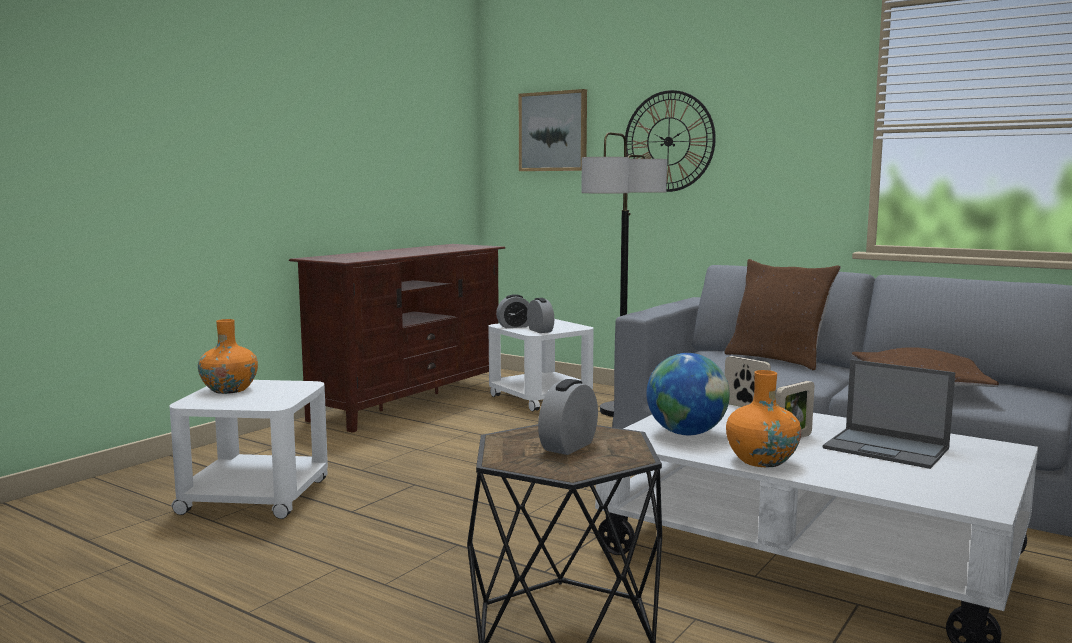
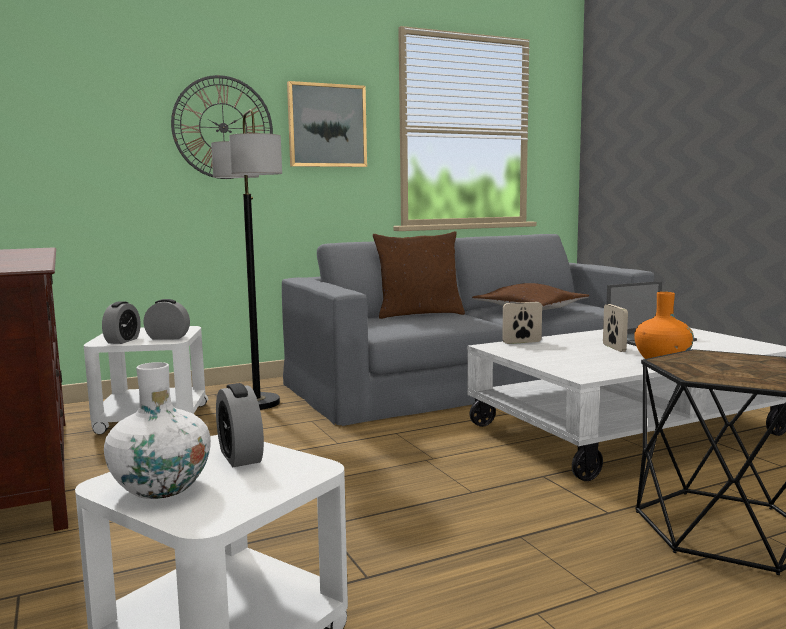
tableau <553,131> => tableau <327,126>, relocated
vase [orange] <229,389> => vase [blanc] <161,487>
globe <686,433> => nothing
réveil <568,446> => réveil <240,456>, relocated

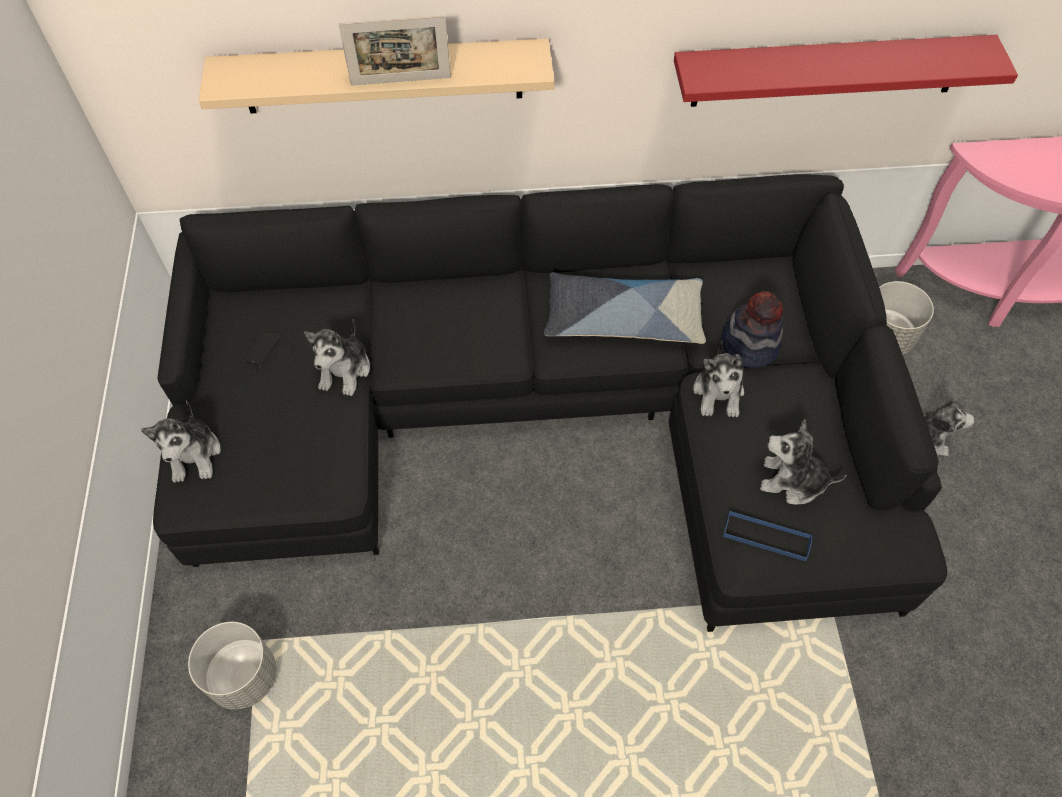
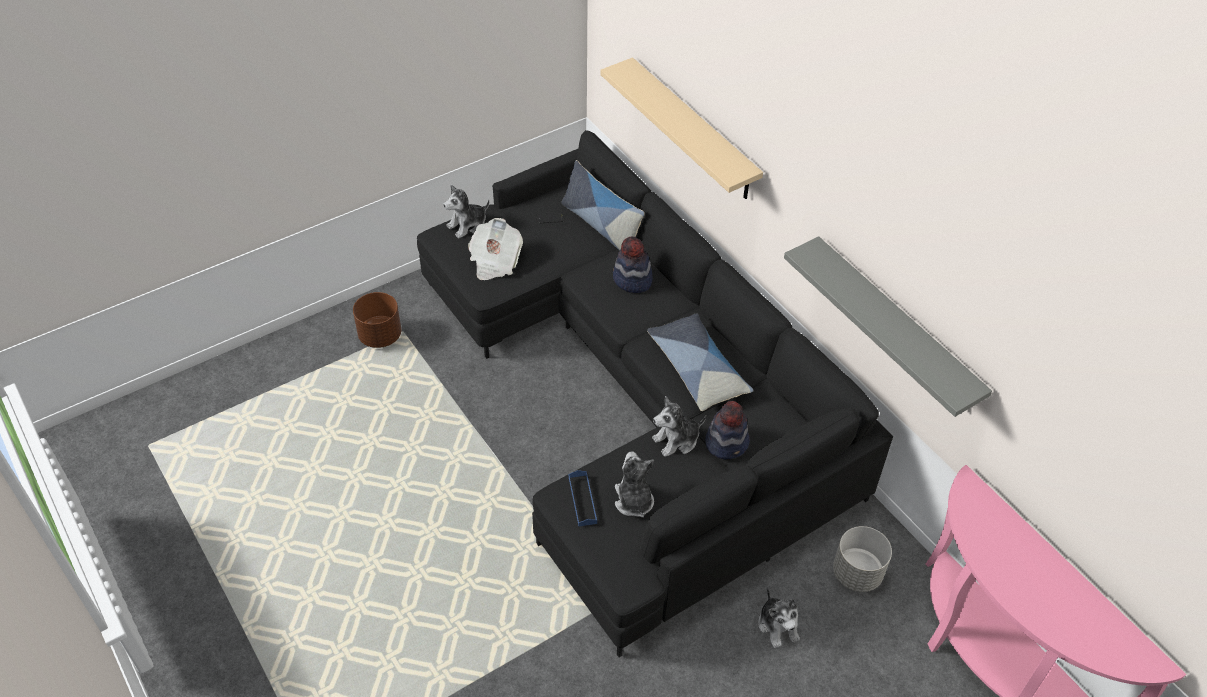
cadre photo <401,81> => nothing
étagère [rouge] <827,71> => étagère [gris] <895,326>
peluche <345,370> => nothing
cache-pot [gris] <243,676> => cache-pot [marron] <380,335>
nothing => coussin <601,226>
nothing => journal <494,261>
nothing => chapeau <632,280>

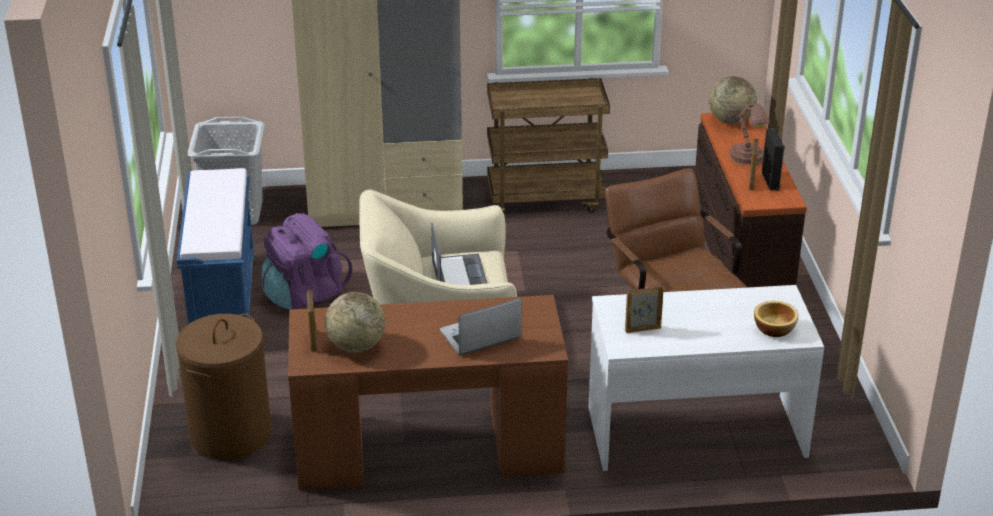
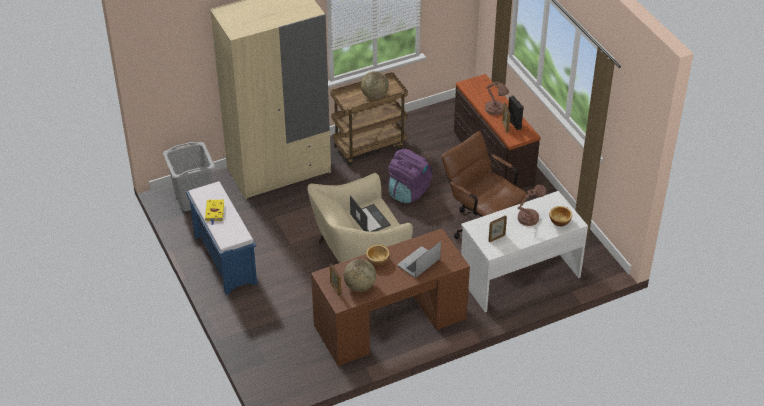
globe <730,121> => globe <374,96>, relocated
sac à dos [violet] <304,294> => sac à dos [violet] <408,192>, relocated
panier à linge [marron] <231,434> => nothing
nothing => lampe de table [marron] <529,217>
nothing => livre [jaune] <215,212>
nothing => bol <378,260>

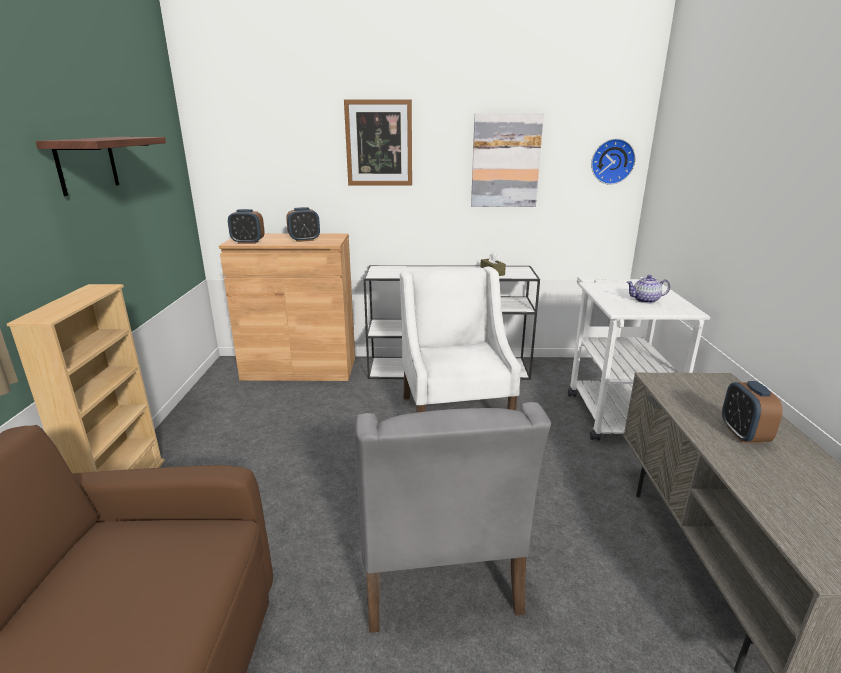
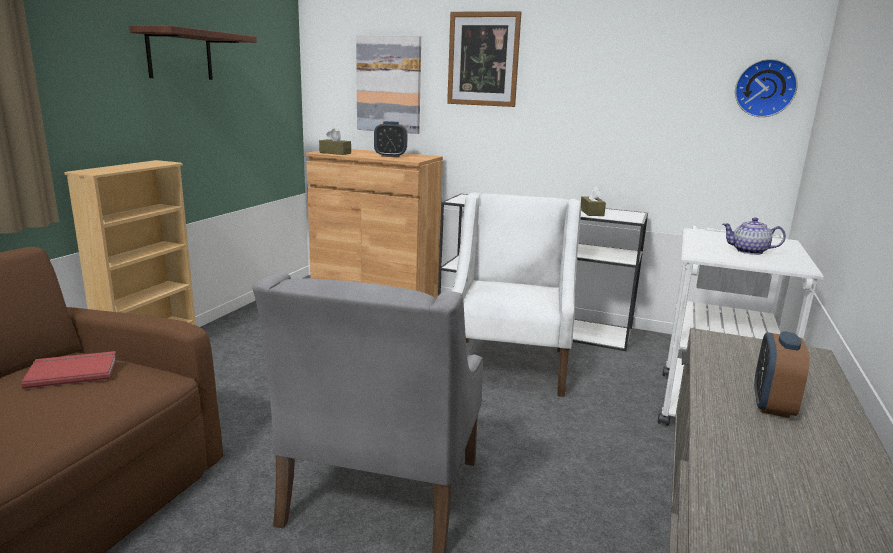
tableau <505,161> => tableau <389,84>, relocated
réveil <248,242> => boîte à mouchoirs [marron] <335,153>
nothing => livre [rouge] <72,371>

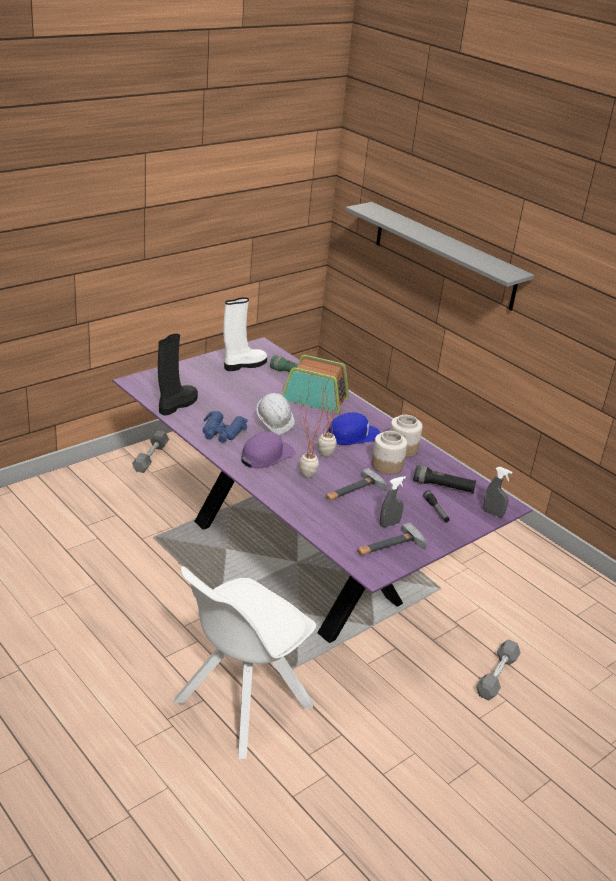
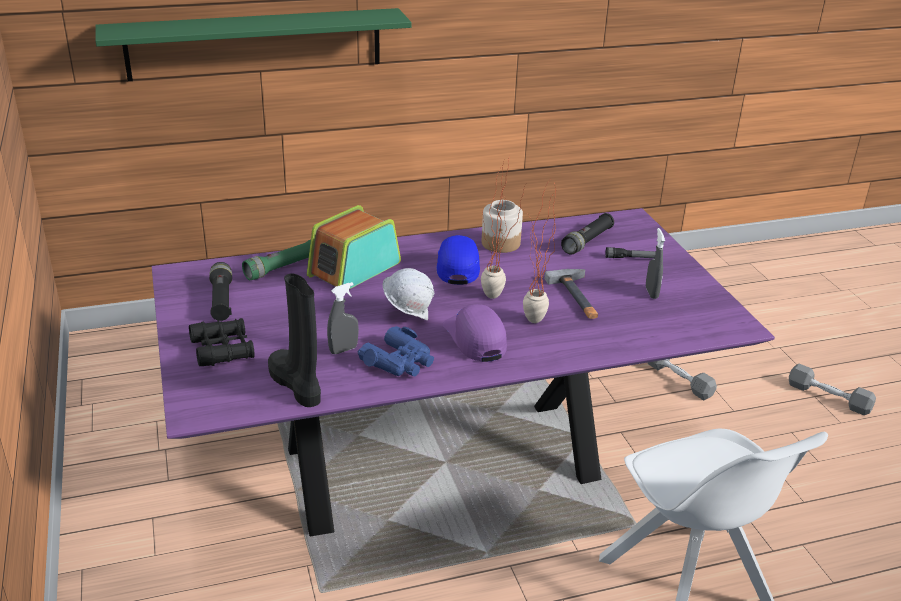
étagère [gris] <444,255> => étagère [vert] <255,44>
botte [blanc] <244,365> => lampe de poche [noir] <221,300>
haltère [gris] <150,458> => haltère [gris] <828,397>, relocated
bocal <386,465> => nothing
vaporisateur [gris] <493,513> => vaporisateur [gris] <343,349>, relocated
marteau <389,547> => nothing
nothing => jumelles [noir] <222,349>

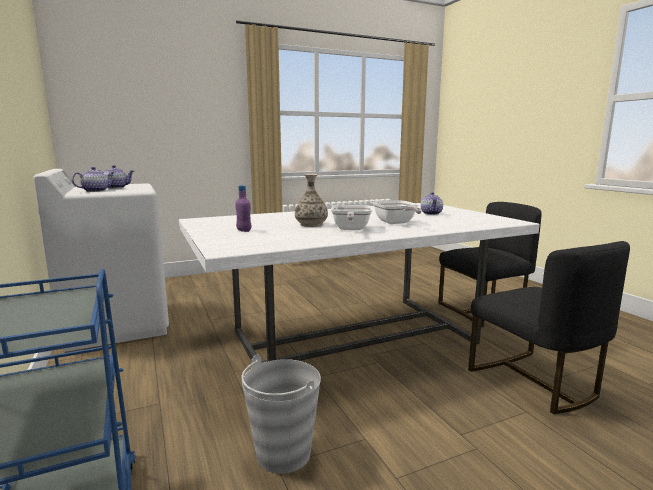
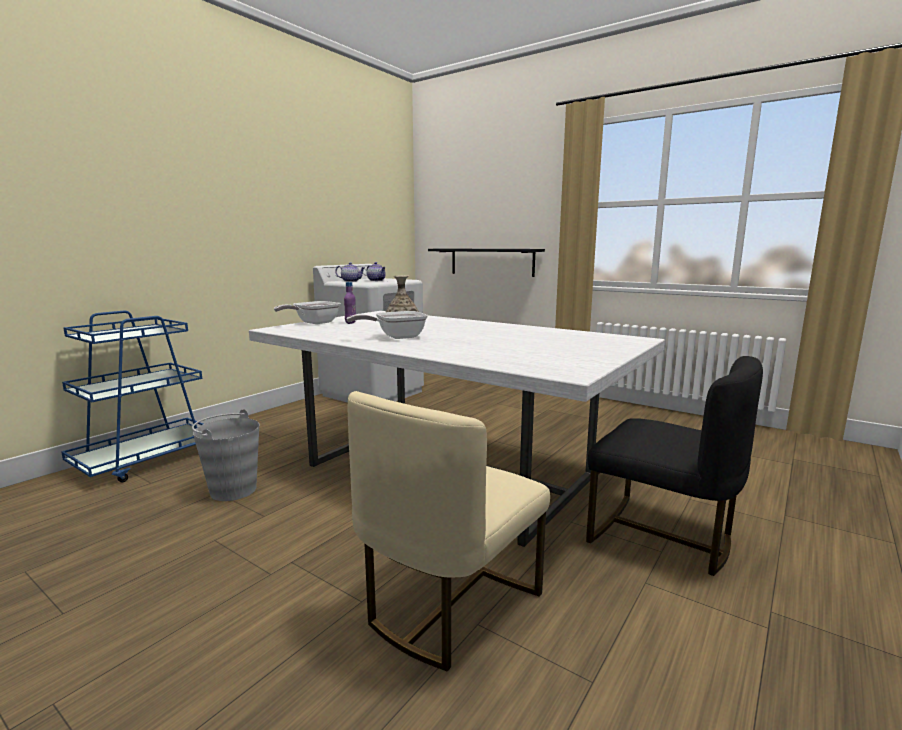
théière <432,213> => nothing
poêle <396,223> => poêle <313,323>, relocated
chaise [noir] <535,382> => chaise [beige] <448,604>
nothing => étagère [noir] <491,262>

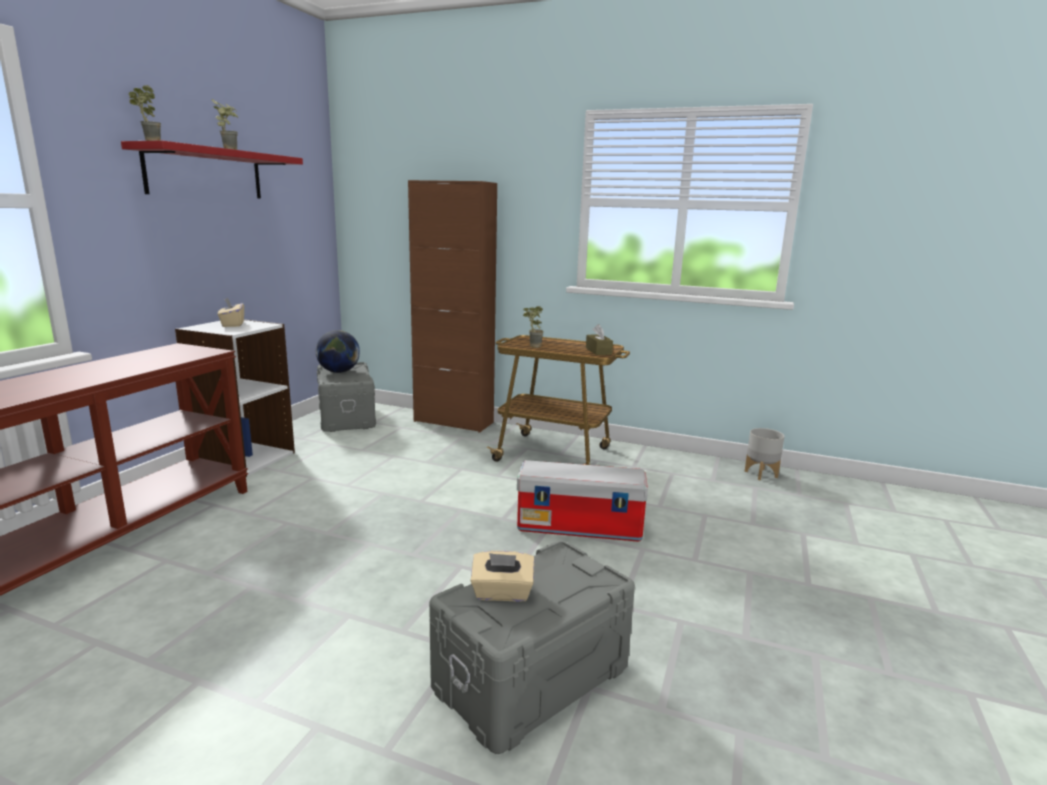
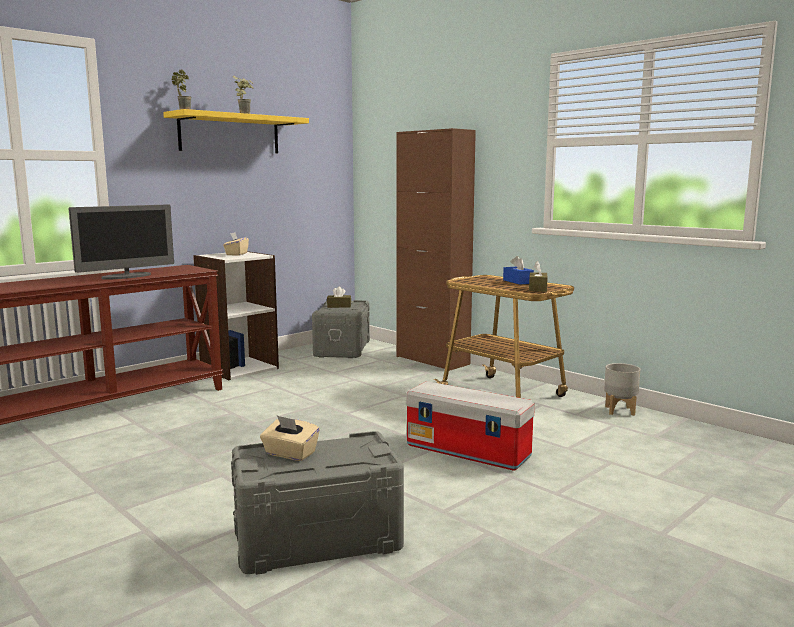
étagère [rouge] <205,173> => étagère [jaune] <230,134>
plante en pot <532,346> => nothing
globe <339,372> => boîte à mouchoirs [marron] <339,306>
cache-pot [gris] <761,474> => cache-pot [gris] <620,411>, relocated
nothing => écran d'ordinateur <127,276>
nothing => boîte à mouchoirs [bleu] <518,281>

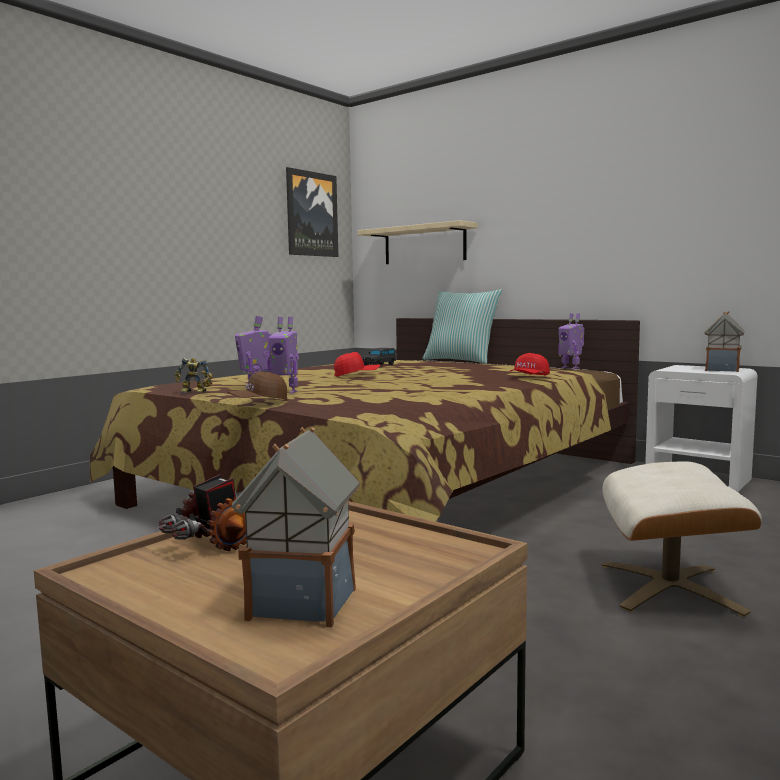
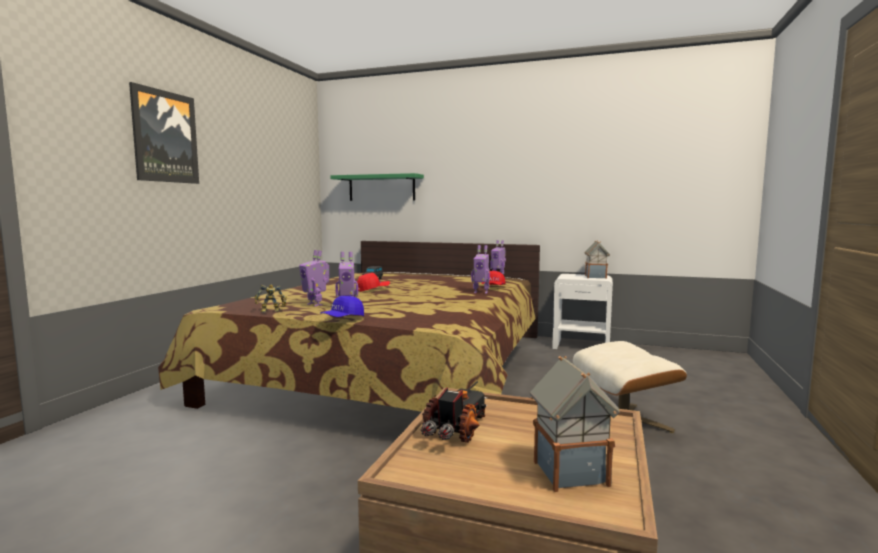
tableau <311,214> => tableau <164,137>, relocated
étagère [beige] <424,245> => étagère [vert] <381,188>
coussin <461,361> => nothing
casquette [marron] <258,402> => casquette [bleu] <343,318>
nothing => robot jouet <481,292>

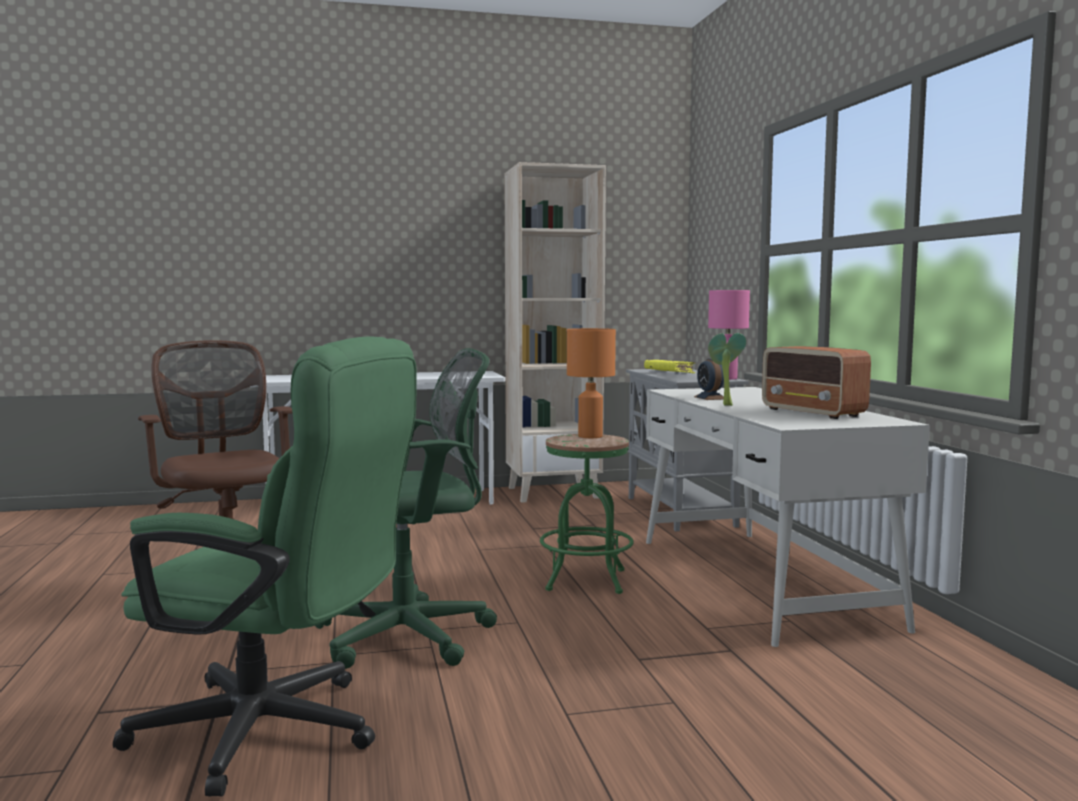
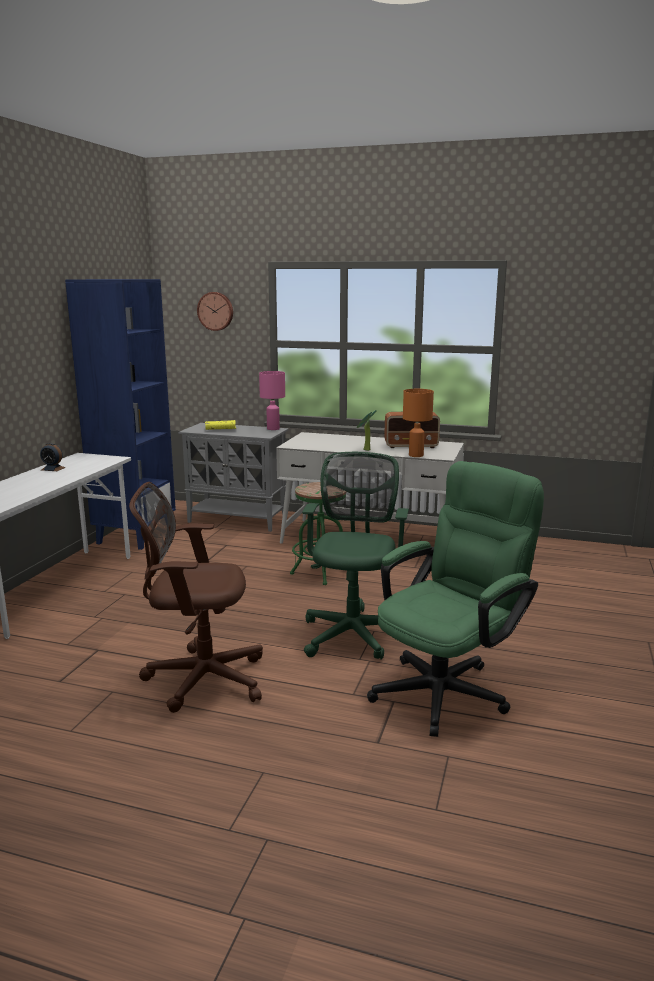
bibliothèque [beige] <553,492> => bibliothèque [bleu] <135,535>
lampe de table [orange] <590,436> => lampe de table [orange] <416,455>, relocated
réveil <710,398> => réveil <53,469>, relocated
nothing => horloge murale <216,311>

